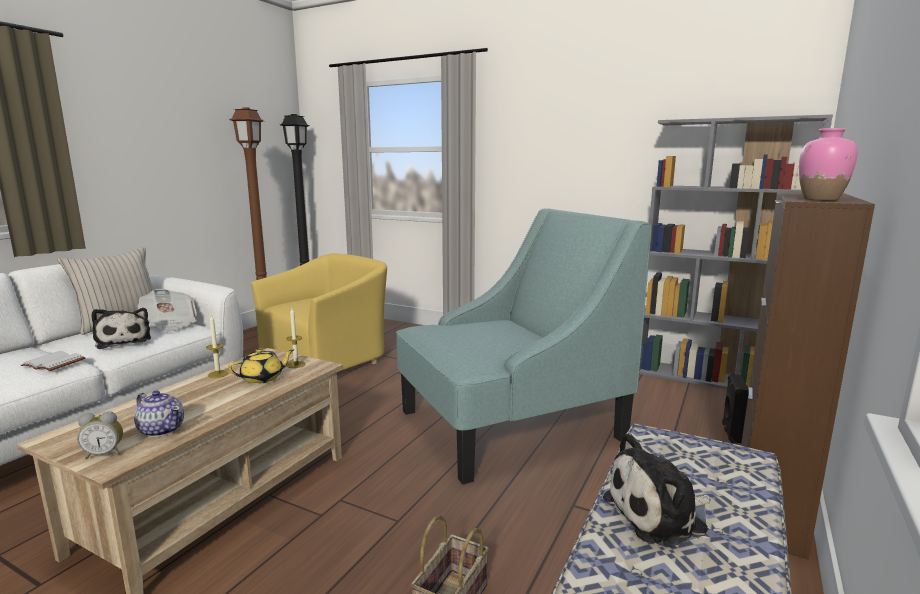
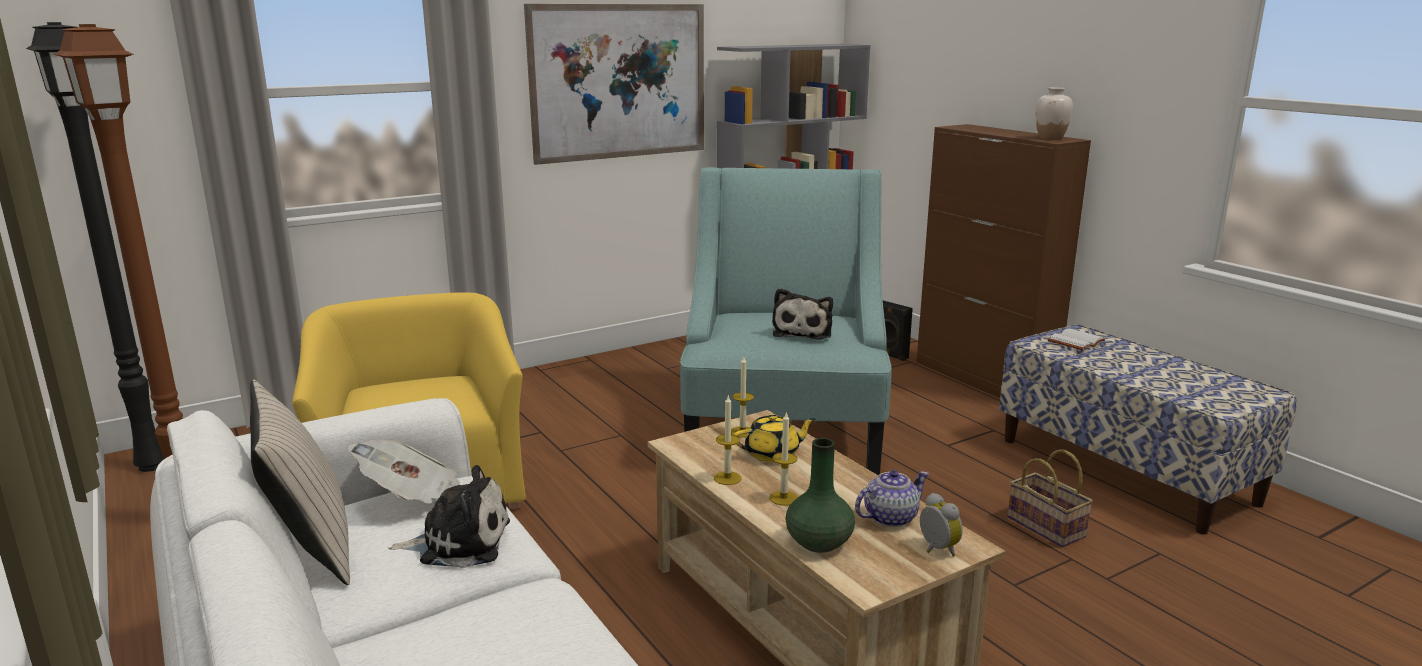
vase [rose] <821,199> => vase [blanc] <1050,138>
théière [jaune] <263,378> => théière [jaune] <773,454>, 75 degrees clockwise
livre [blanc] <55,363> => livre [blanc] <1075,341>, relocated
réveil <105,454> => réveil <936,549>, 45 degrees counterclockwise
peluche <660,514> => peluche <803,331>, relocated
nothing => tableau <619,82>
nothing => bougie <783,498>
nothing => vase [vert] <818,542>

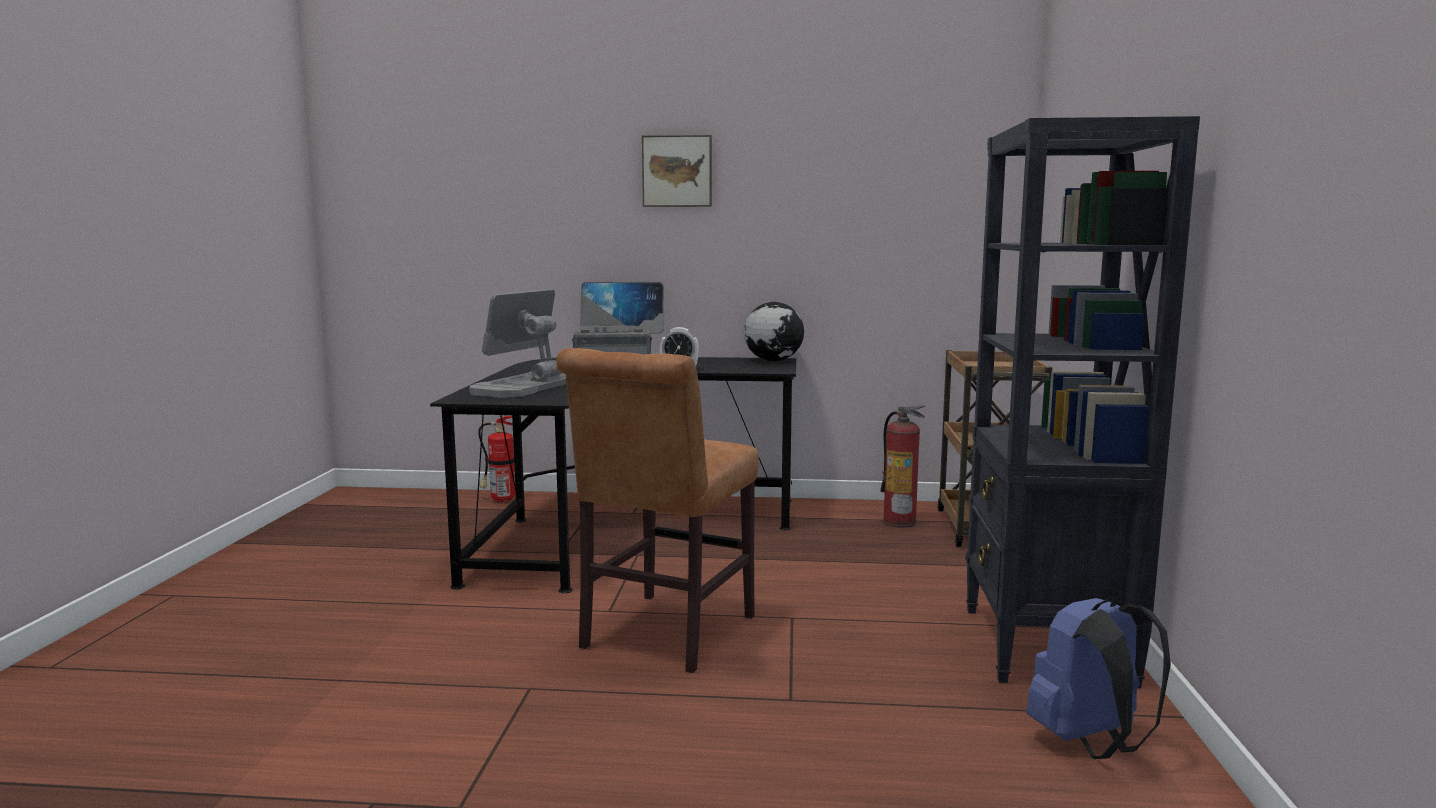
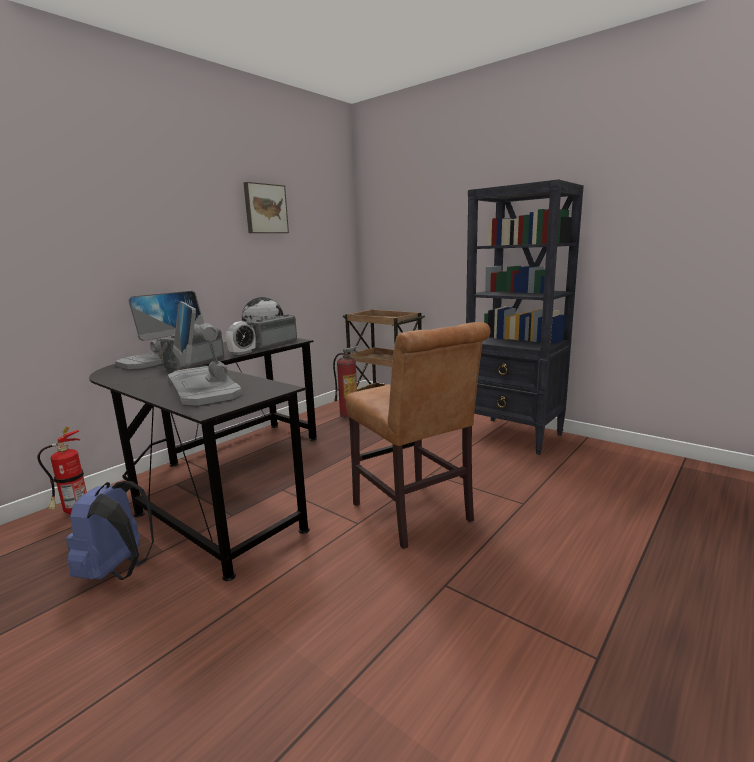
tableau <677,171> => tableau <265,209>, relocated
sac à dos [bleu] <1091,743> => sac à dos [bleu] <118,570>, relocated
nothing => radio <272,343>

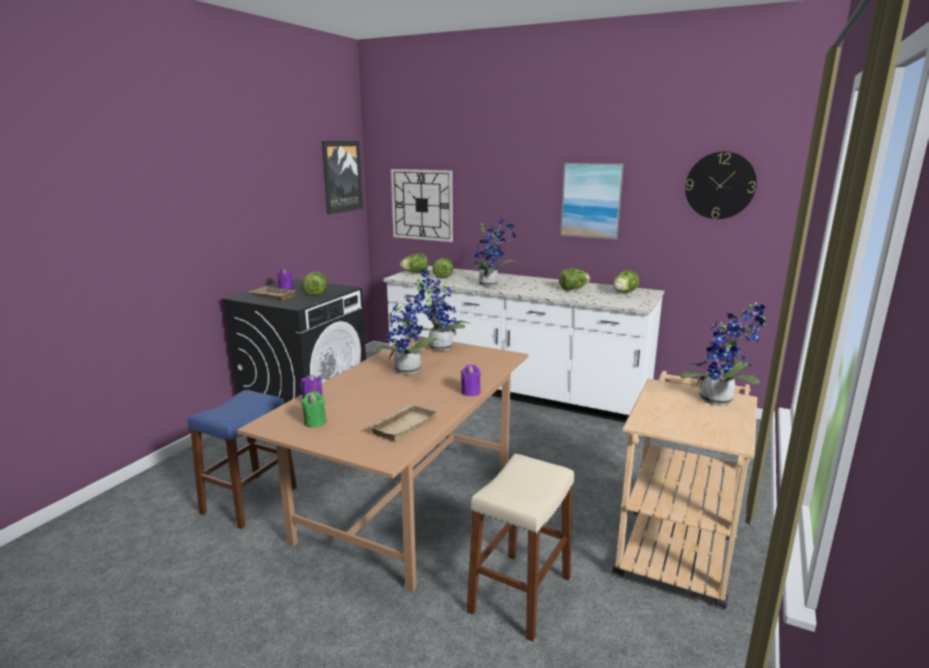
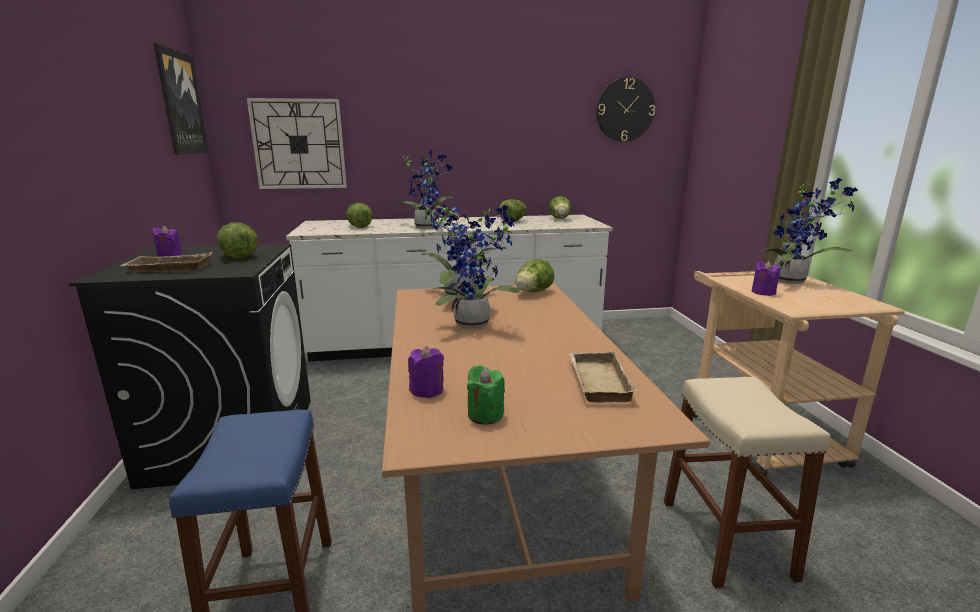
tableau <591,200> => nothing
laitue <415,273> => laitue <533,292>, relocated
bougie [violet] <470,392> => bougie [violet] <763,292>, relocated

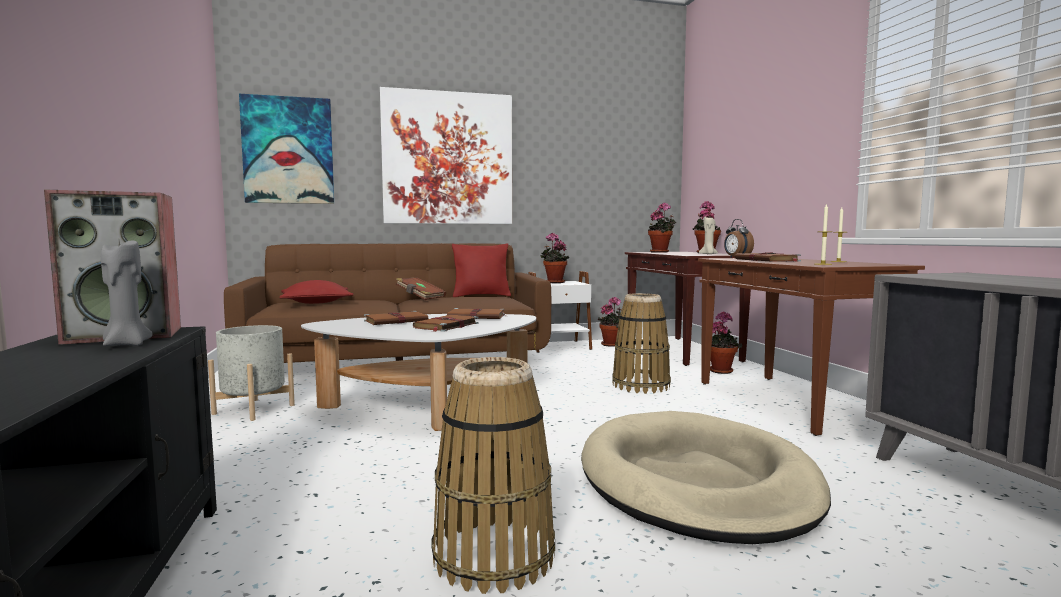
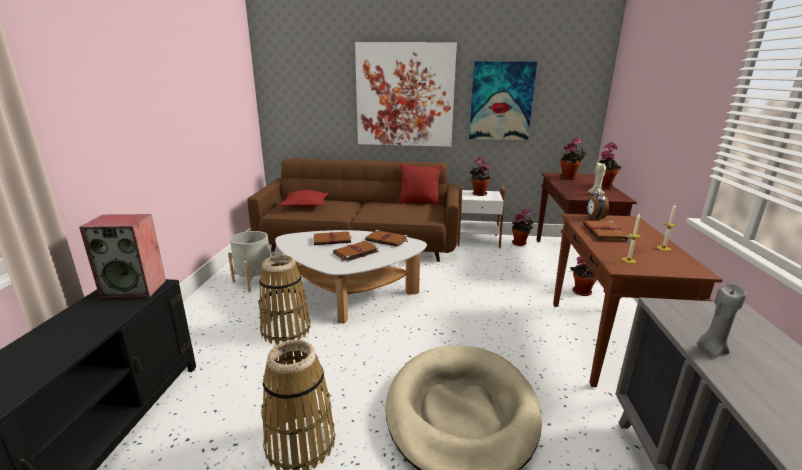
tableau <288,150> => tableau <501,101>, relocated
bougie [gris] <126,344> => bougie [gris] <711,349>, relocated
livre [marron] <420,297> => nothing
panier <641,385> => panier <286,330>, relocated

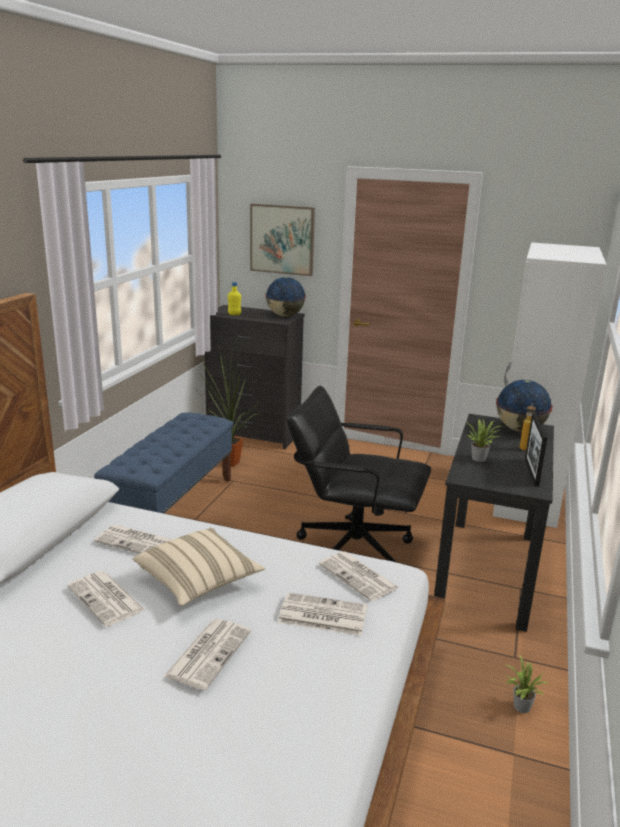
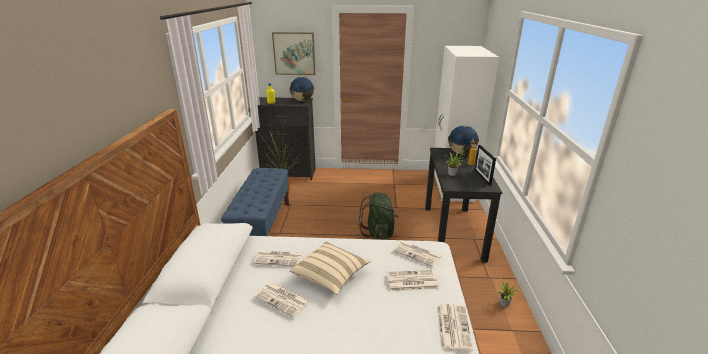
chaise de bureau [noir] <353,549> => sac à dos [vert] <379,233>
journal <208,652> => journal <453,326>, relocated

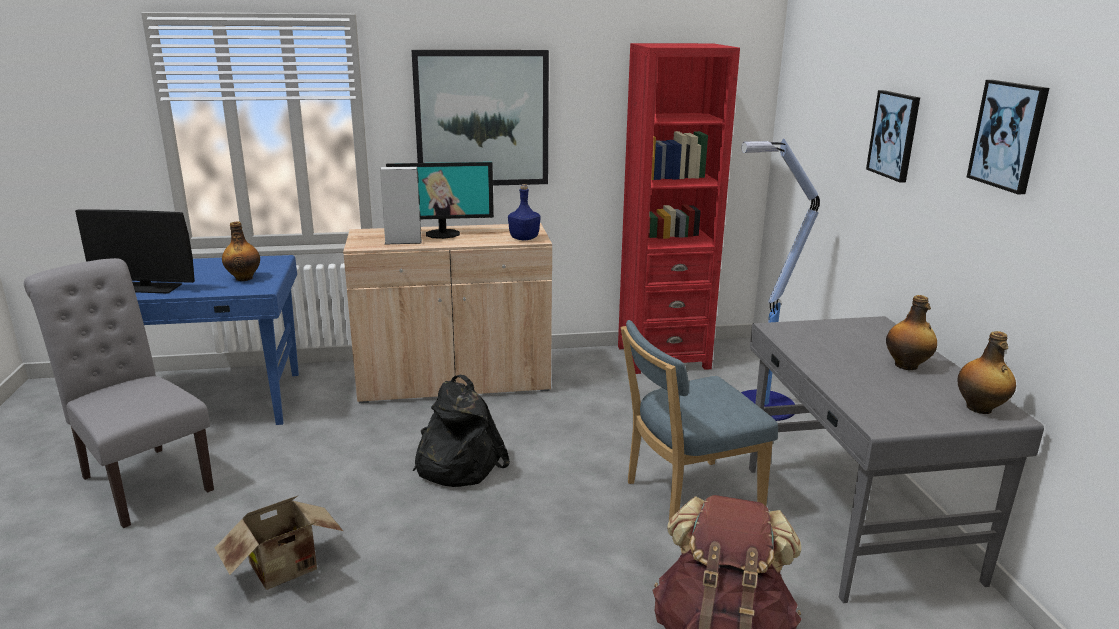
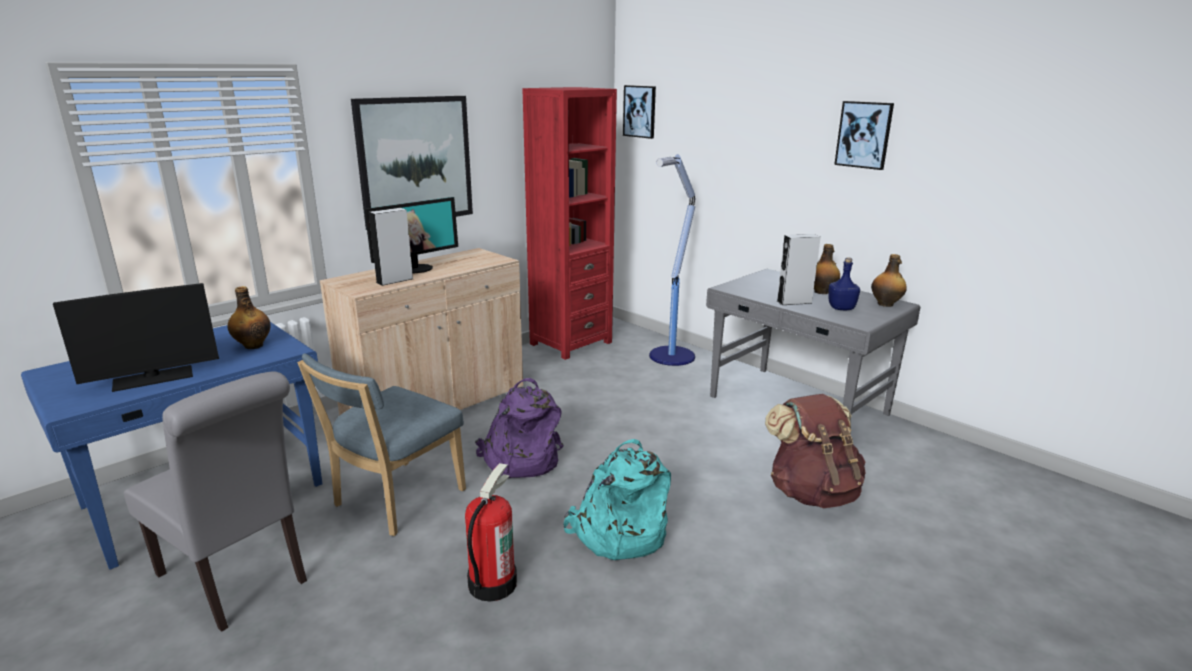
tableau <894,135> => tableau <640,111>, relocated
bouteille [bleu] <524,238> => bouteille [bleu] <841,308>, relocated
chaise [gris] <141,480> => chaise [gris] <238,581>, 150 degrees counterclockwise
chaise [bleu] <686,498> => chaise [bleu] <395,500>, relocated
sac à dos [noir] <456,464> => sac à dos [violet] <520,459>
carton <287,570> => extincteur <492,583>
nothing => enceinte [gris] <794,302>
nothing => sac à dos [turquoise] <617,533>

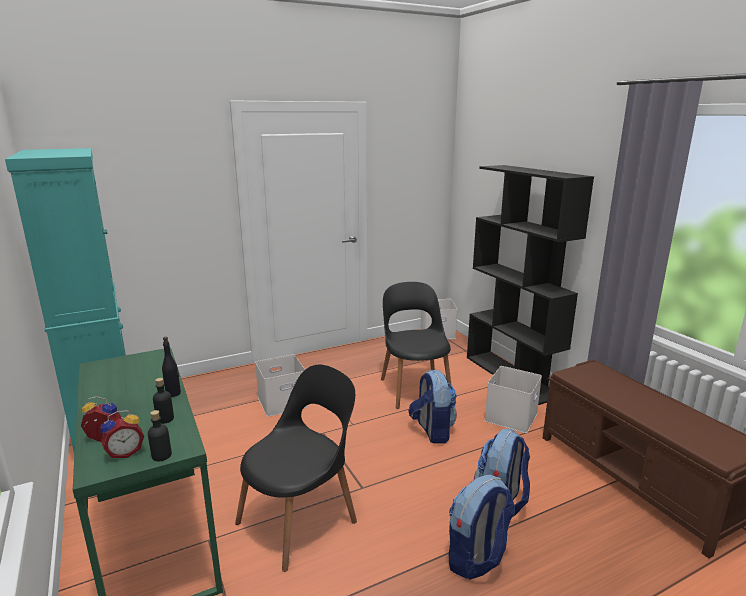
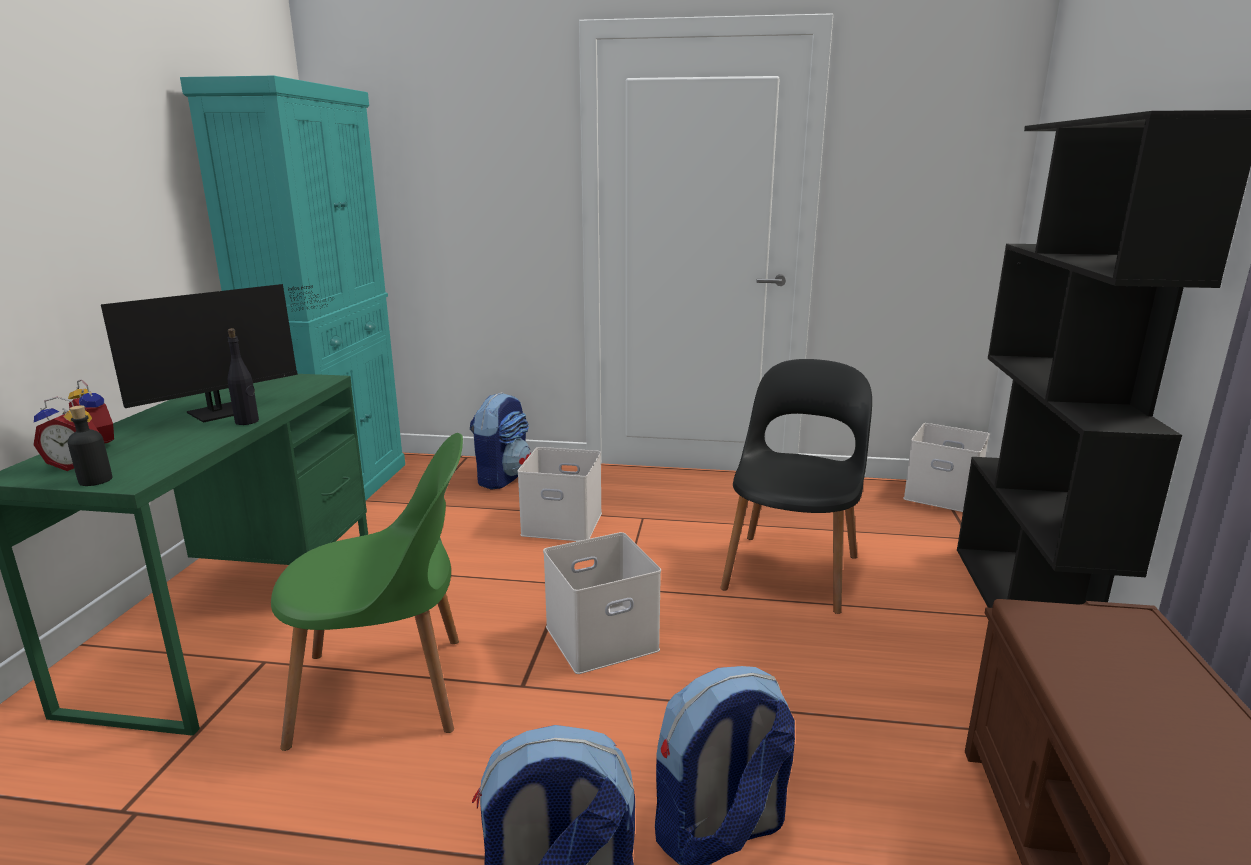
chaise [noir] <301,519> => chaise [vert] <389,690>
boîte de rangement [blanc] <510,416> => boîte de rangement [blanc] <602,636>, relocated
sac à dos <432,431> => sac à dos <502,478>, relocated
bouteille [noir] <165,419> => nothing
nothing => écran d'ordinateur <227,411>

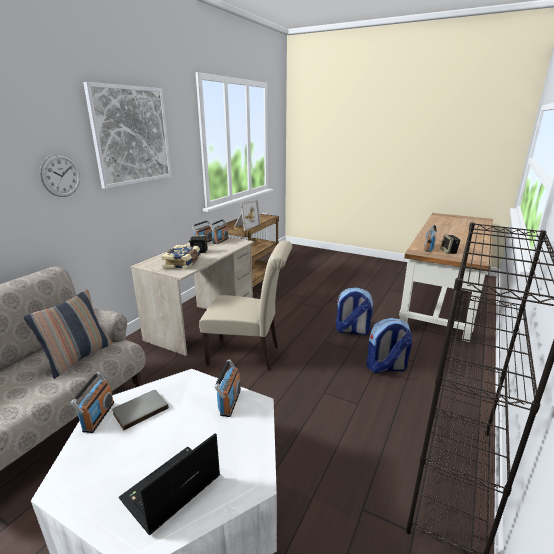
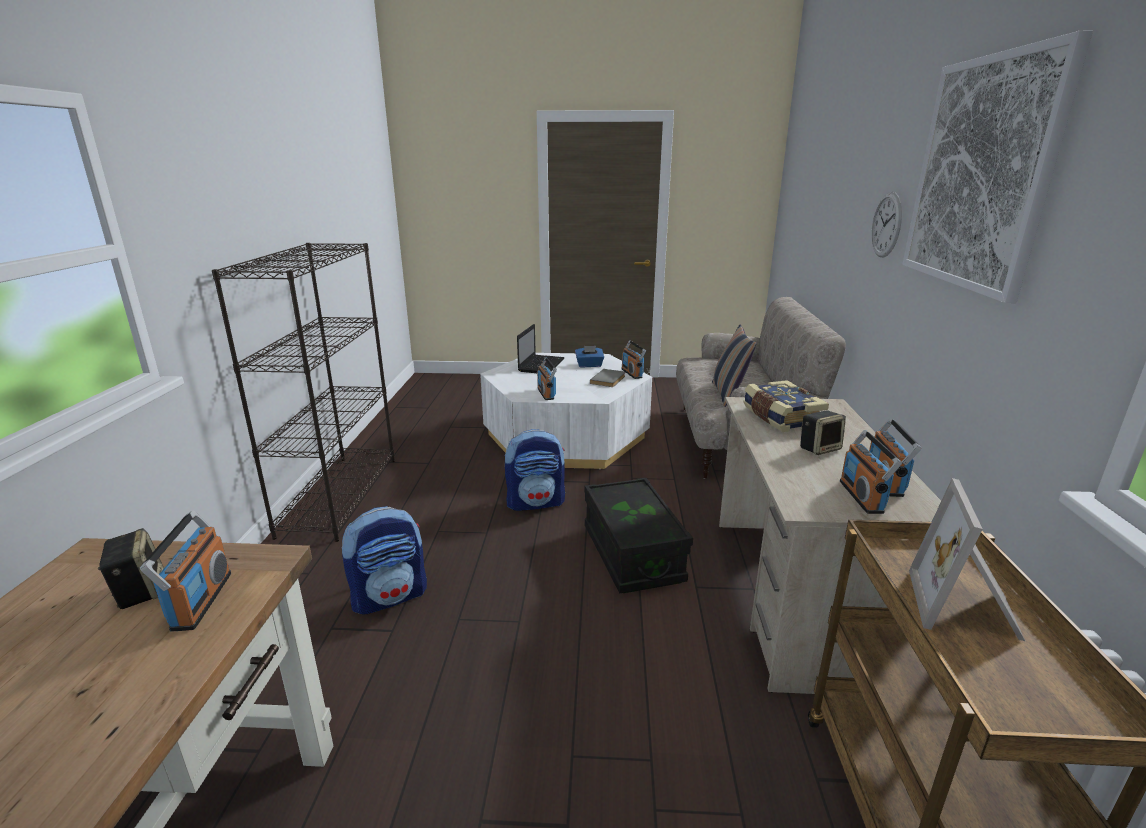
chaise [beige] <248,355> => boîte de rangement [noir] <632,554>
sac à dos <352,331> => sac à dos <536,502>, relocated
nothing => boîte à mouchoirs [bleu] <589,365>

